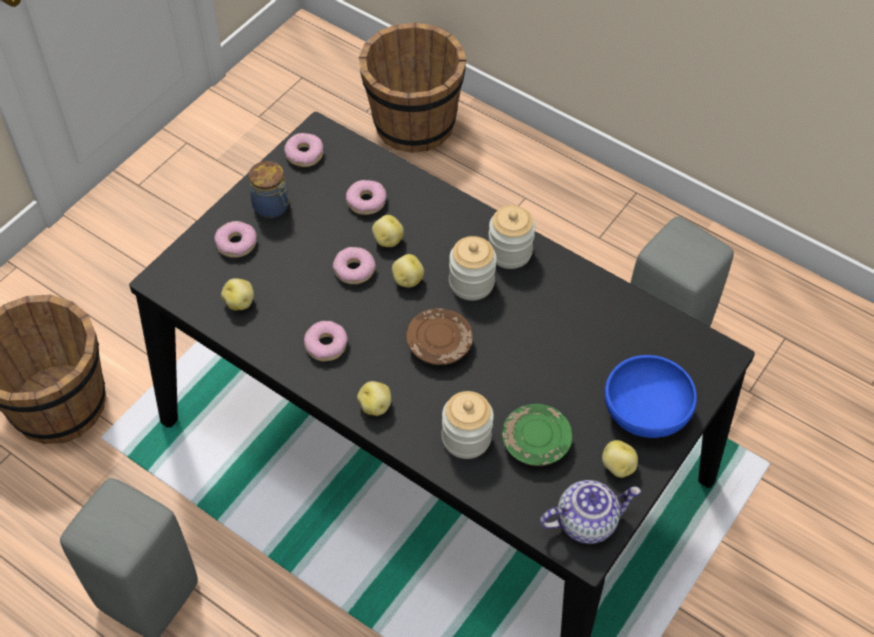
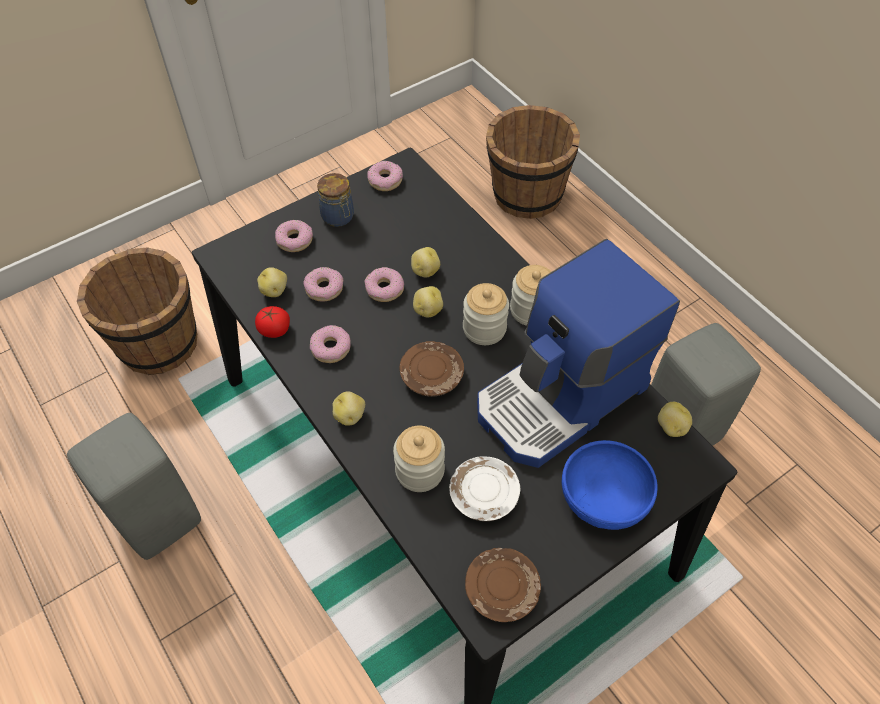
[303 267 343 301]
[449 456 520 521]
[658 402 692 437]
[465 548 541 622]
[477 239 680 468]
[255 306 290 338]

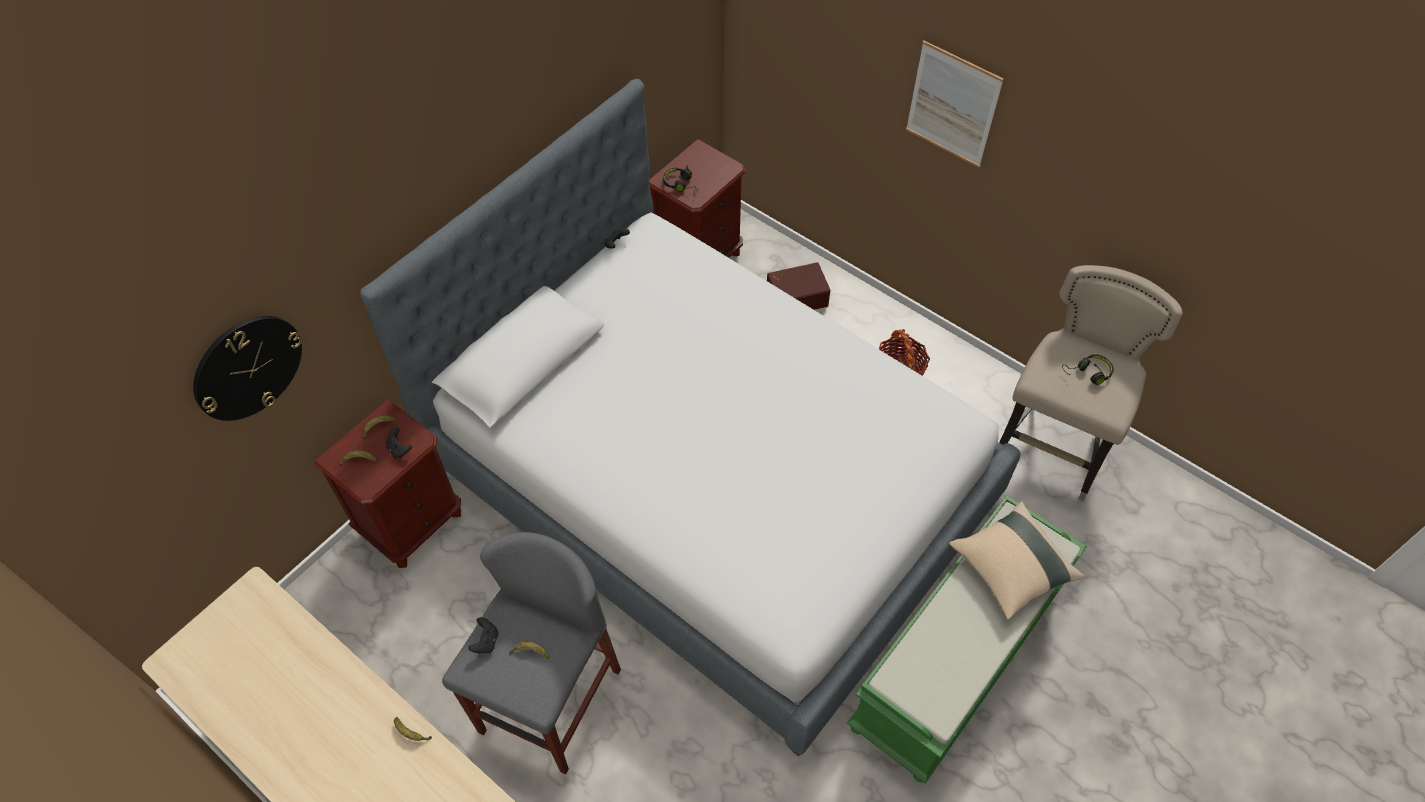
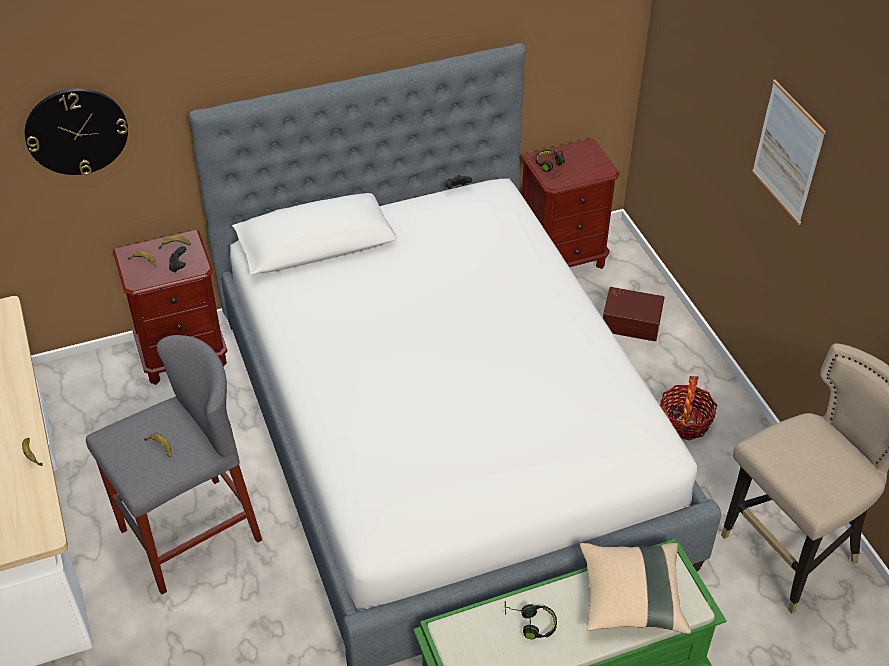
[505 601 557 639]
[468 617 498 653] (first image)

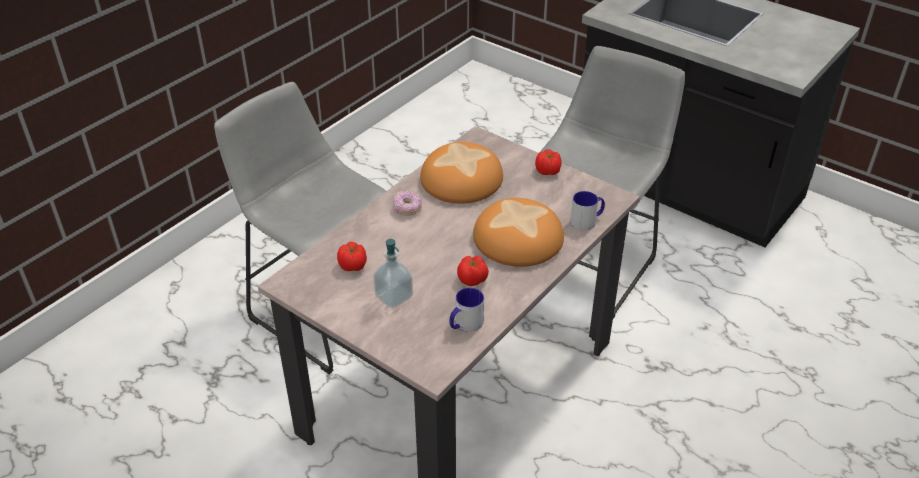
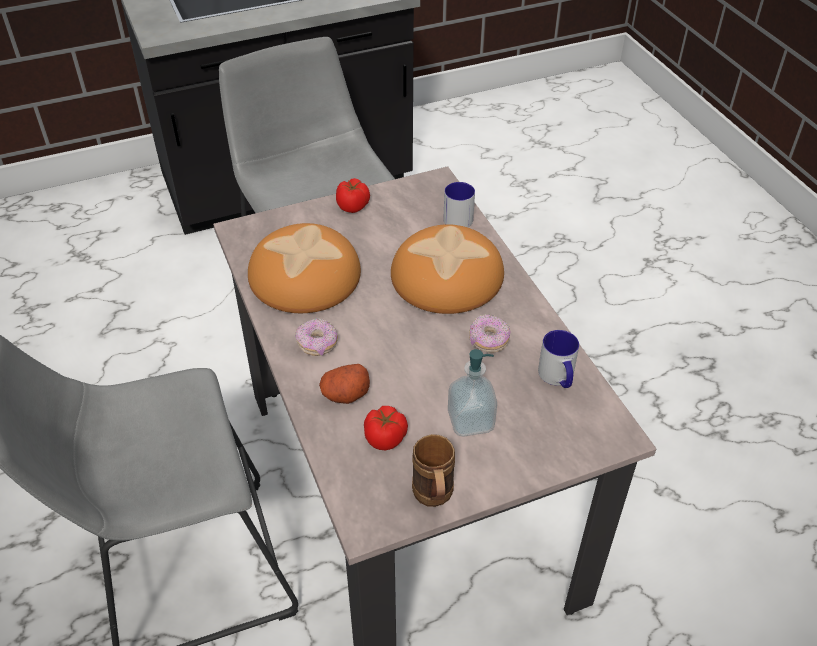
[469 314 510 353]
[319 364 370 404]
[412 434 455 507]

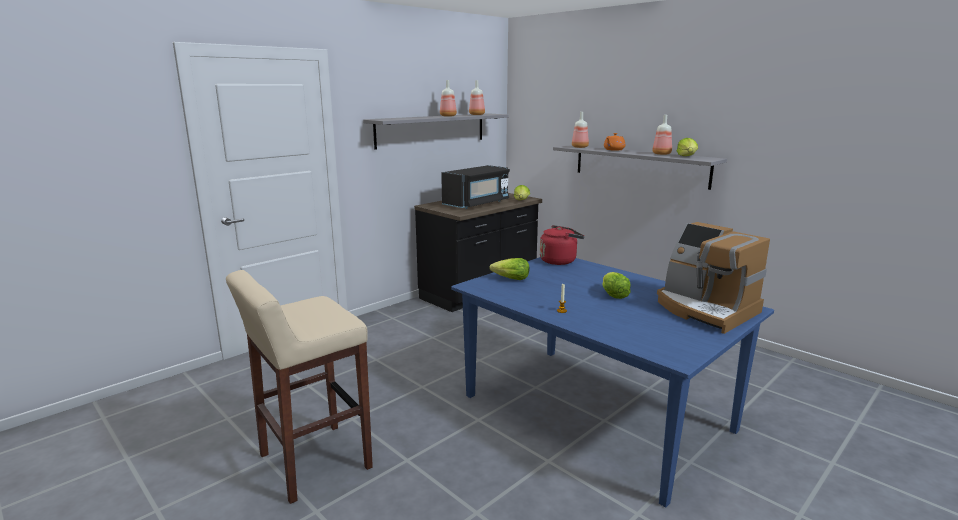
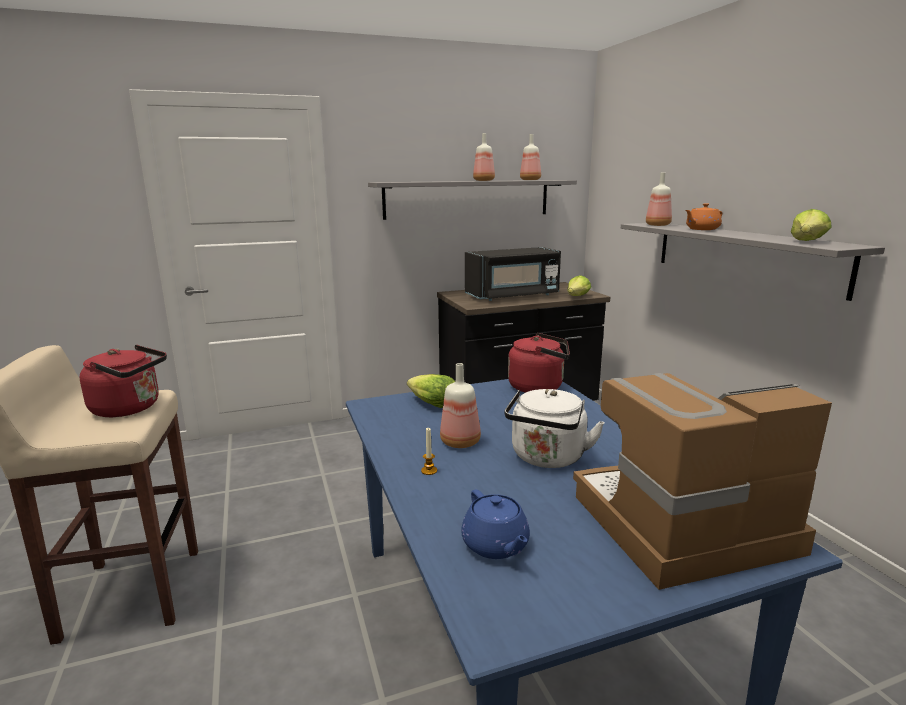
[440 363 481 448]
[573 373 832 590]
[504 389 605 468]
[80 345 167 417]
[461 490 530 559]

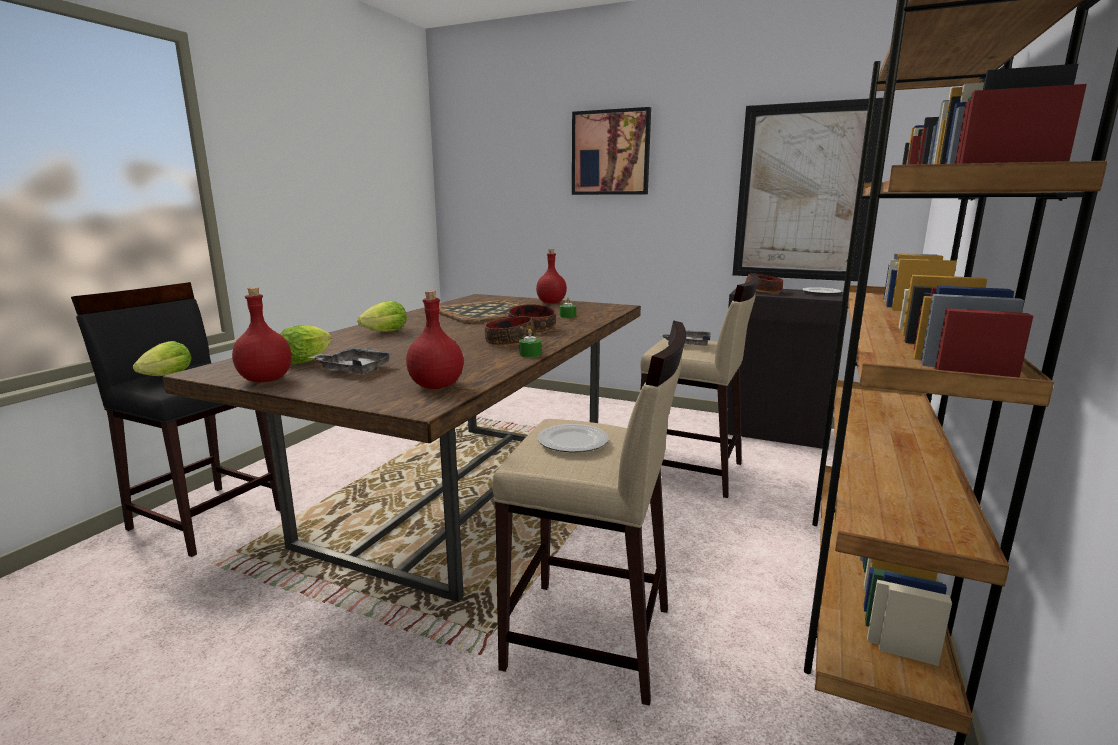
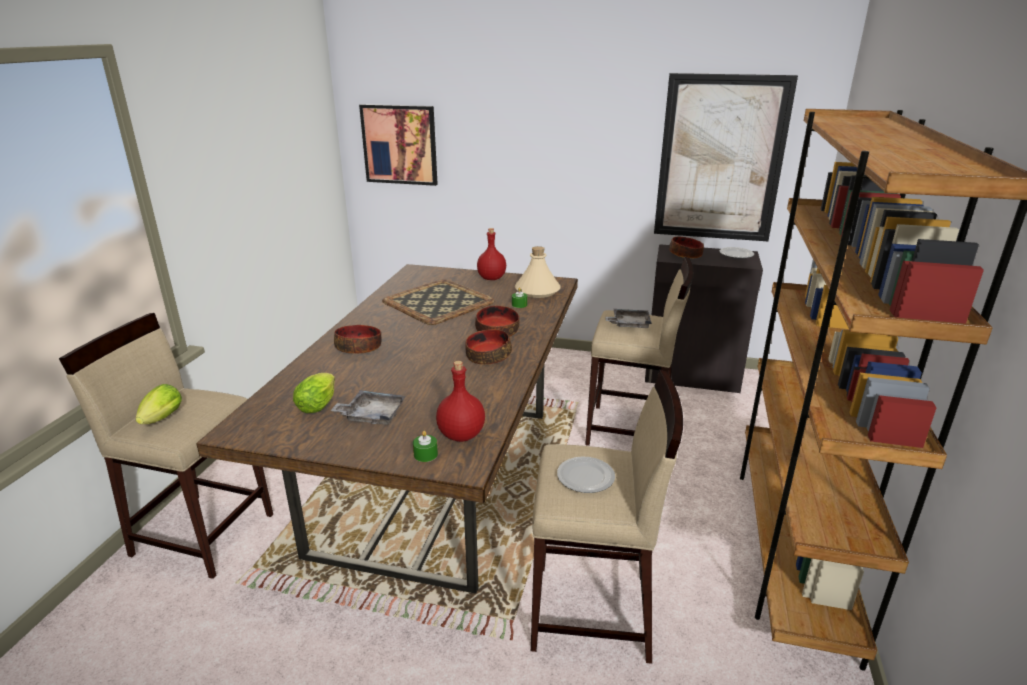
[359 104 438 186]
[59 313 273 579]
[232 287 291 382] (first image)
[334 325 381 354]
[413 431 438 462]
[515 246 560 298]

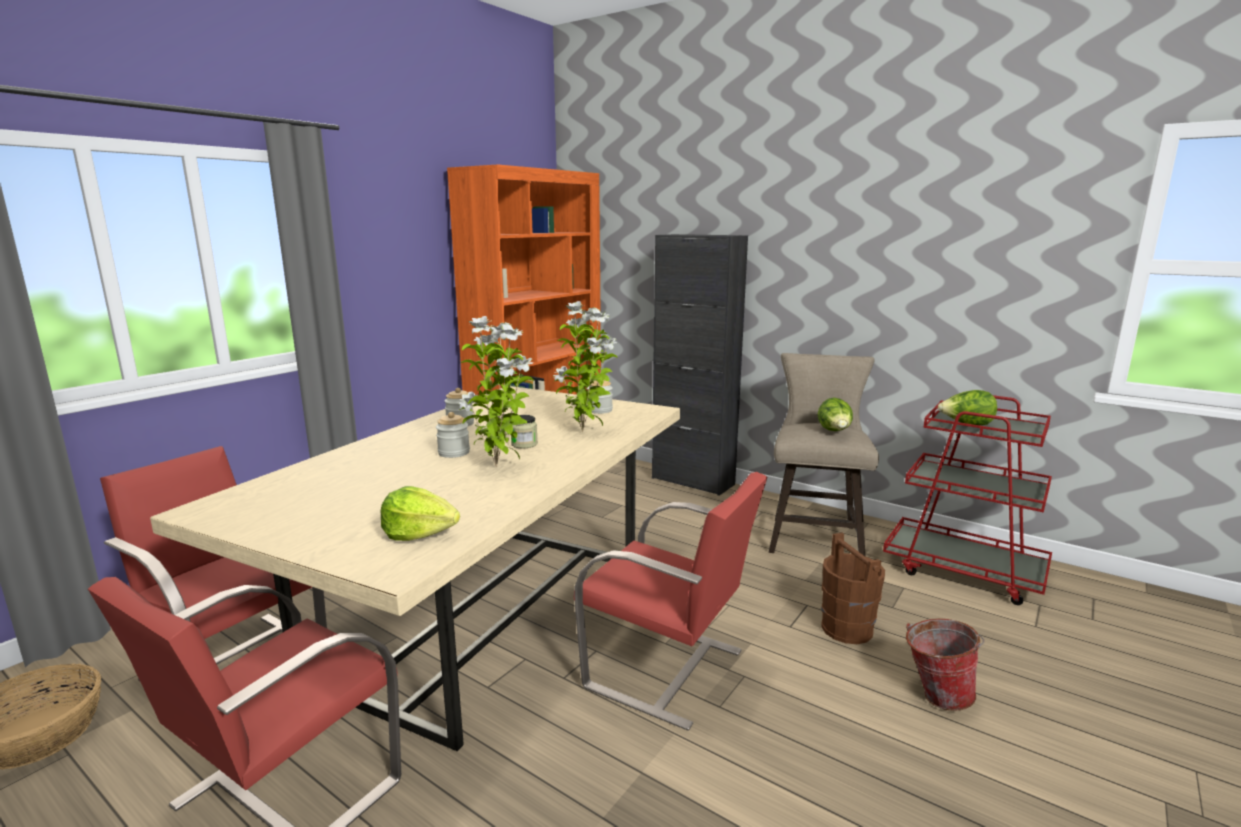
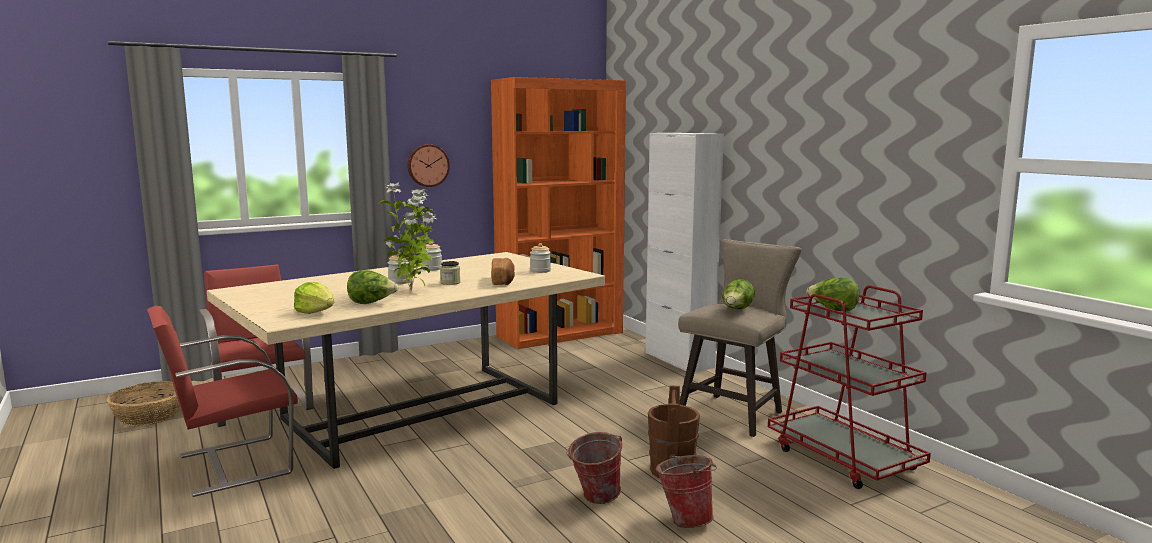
[646 133 724 372]
[491 258 515 285]
[574 472 767 731] (first image)
[407 144 450 187]
[347 270 399 304]
[566 432 622 504]

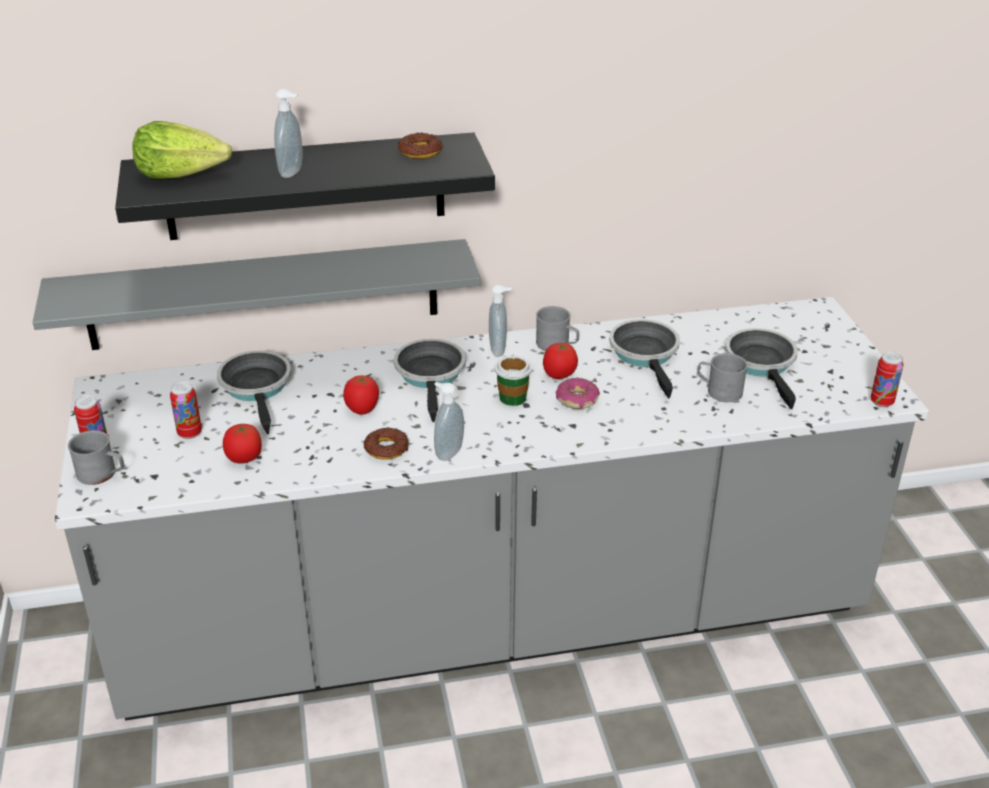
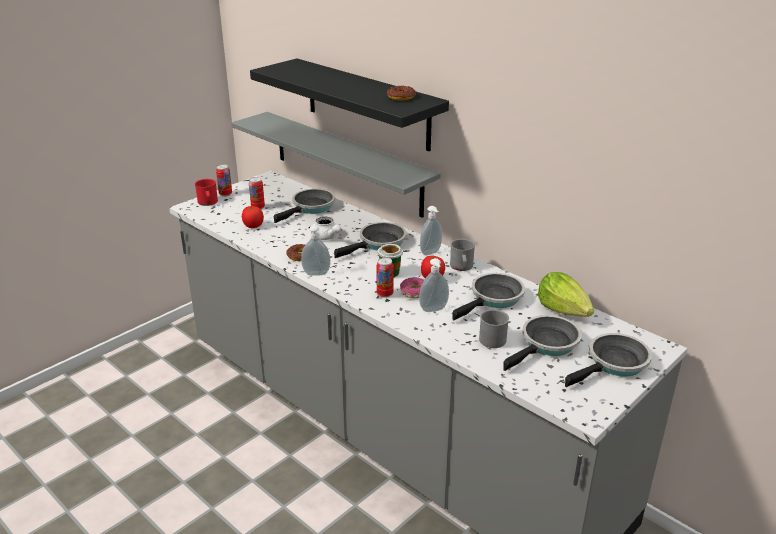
[419 258 449 312]
[537 272 594 317]
[376 257 394 298]
[308 217 341 240]
[195 179 218 206]
[565 333 652 387]

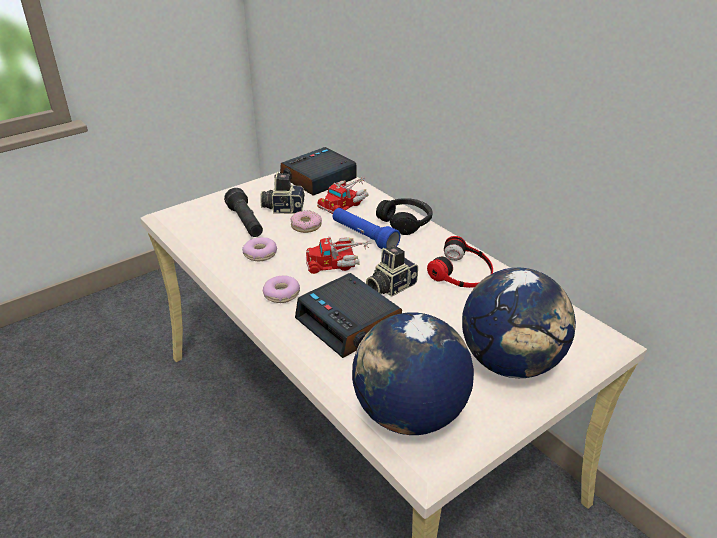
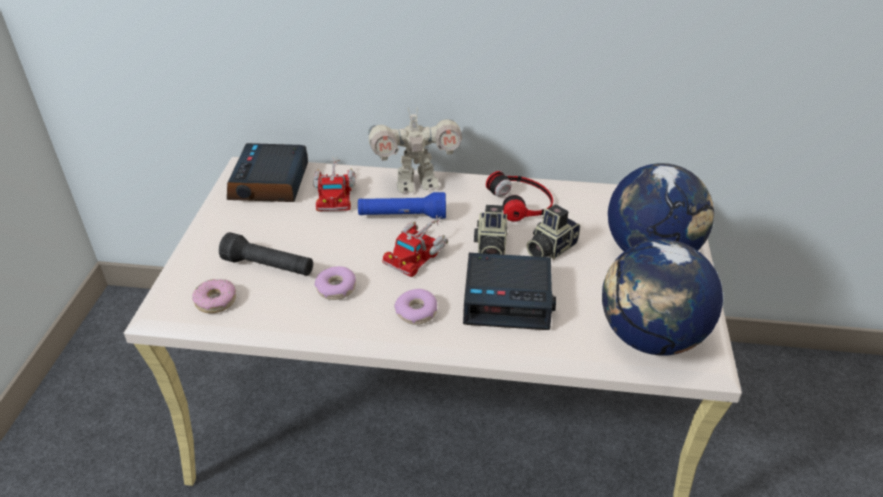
[527 205 580 259]
[368 108 462 193]
[192 279 236 313]

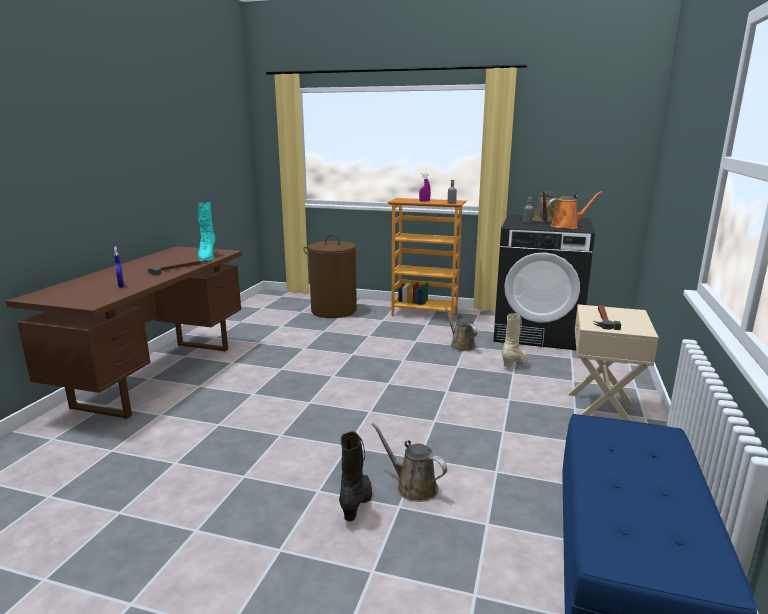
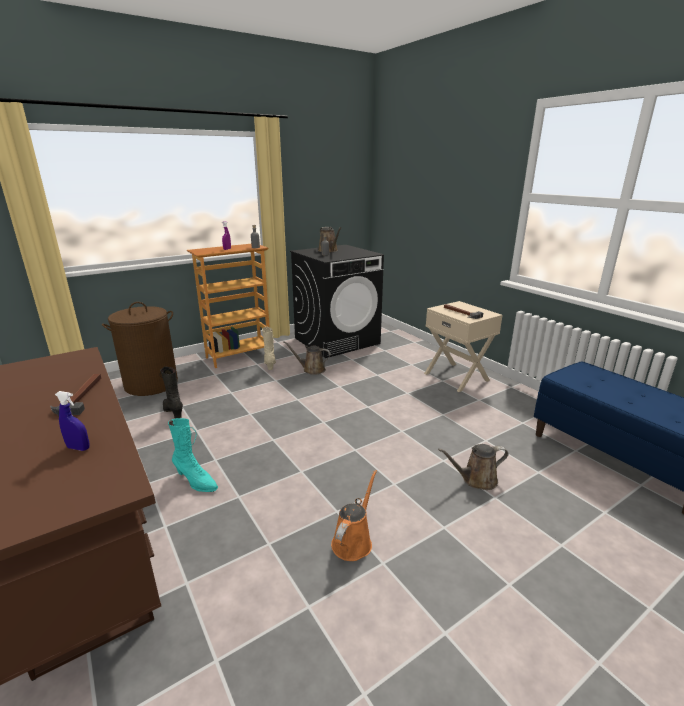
[331 470 377 561]
[168 418 218 492]
[262 327 276 370]
[160 367 183 418]

